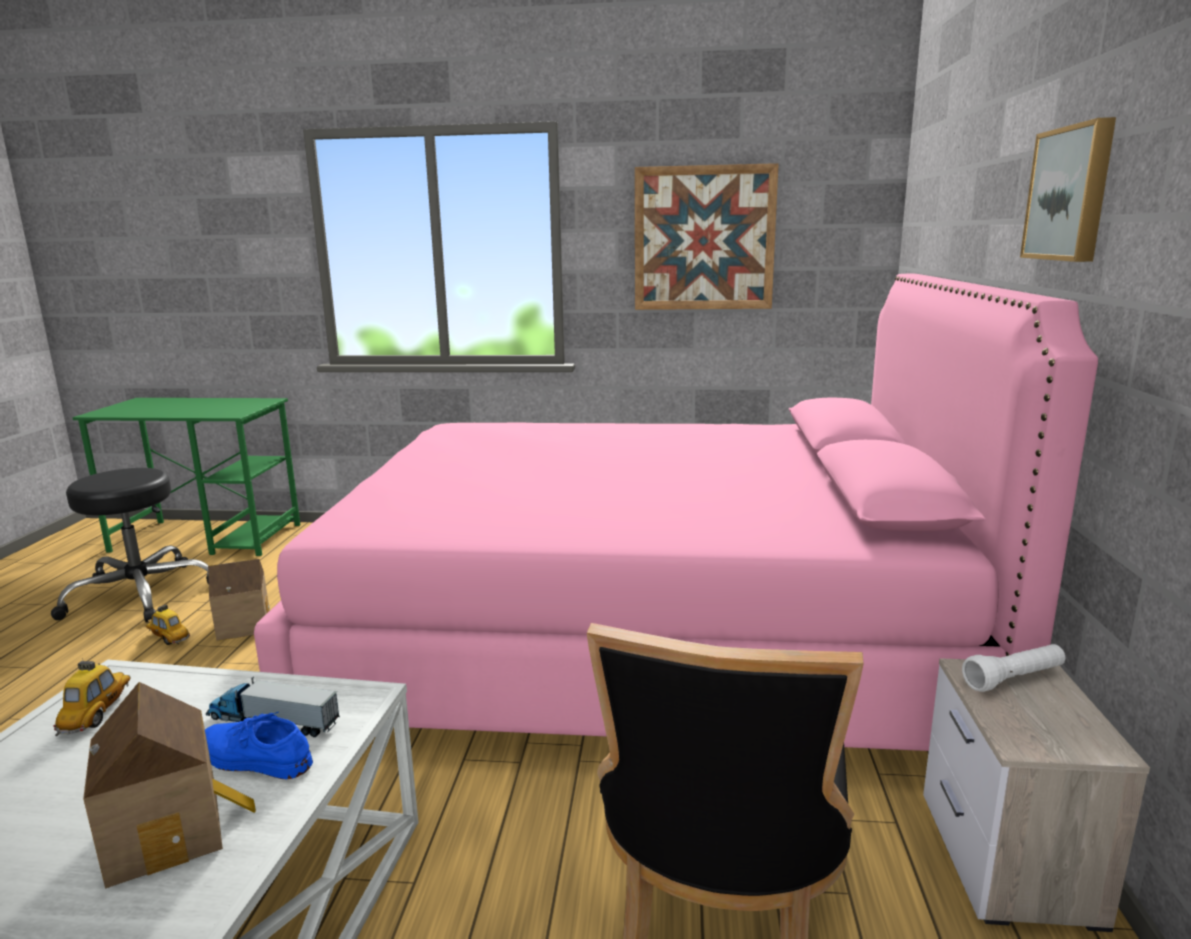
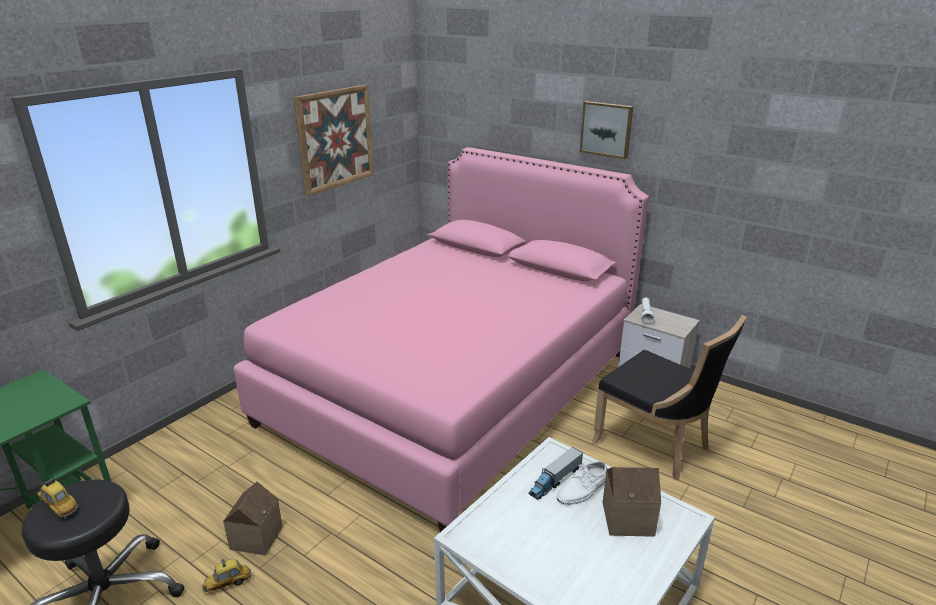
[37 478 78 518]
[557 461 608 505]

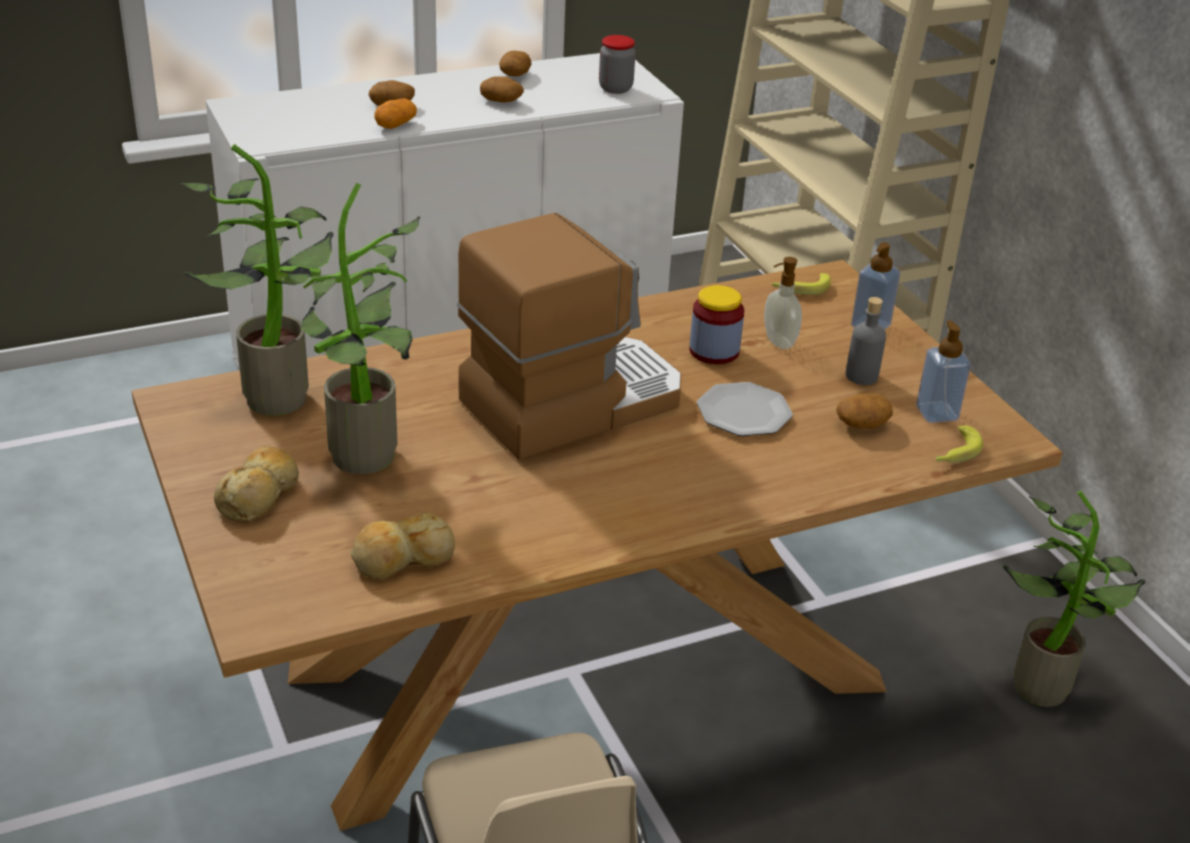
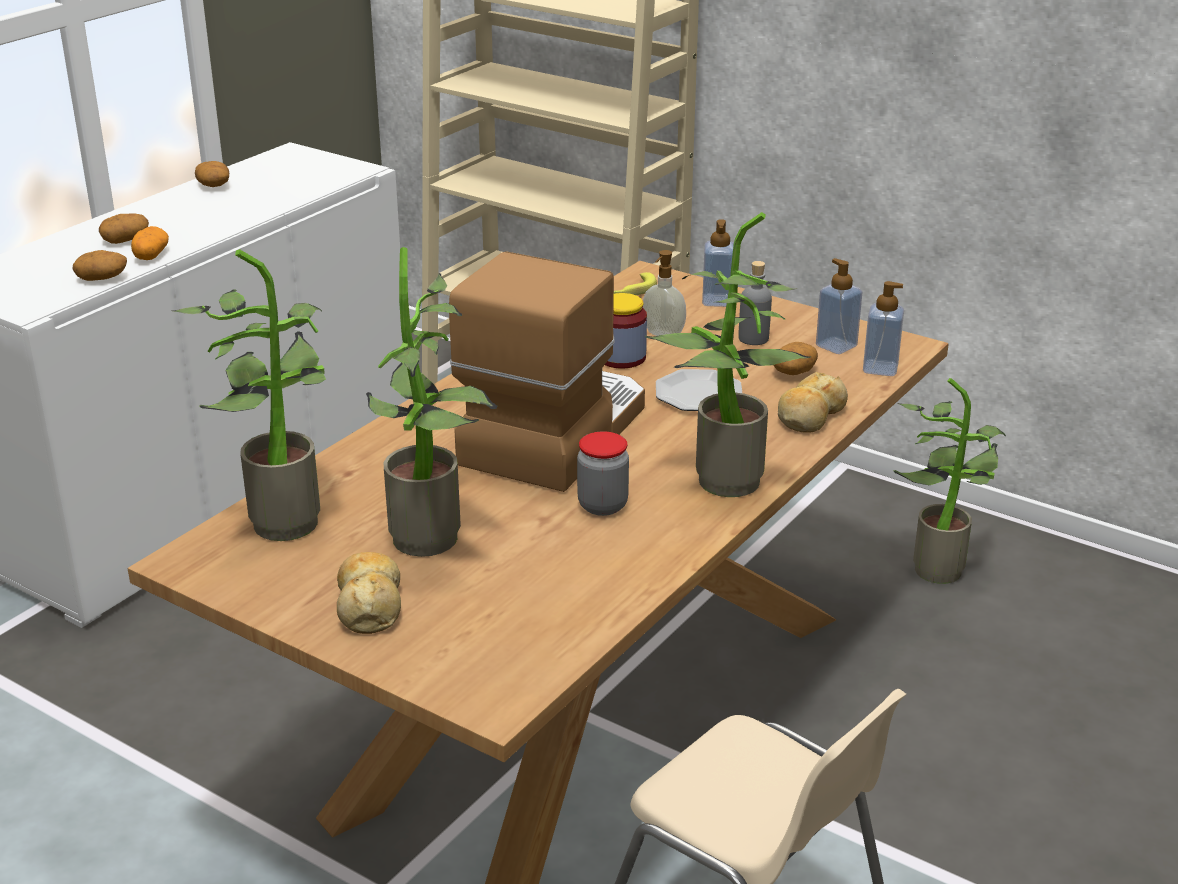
[577 431 629 516]
[73 250 127 281]
[863 281 904 376]
[778 372 848 433]
[645 212 811 497]

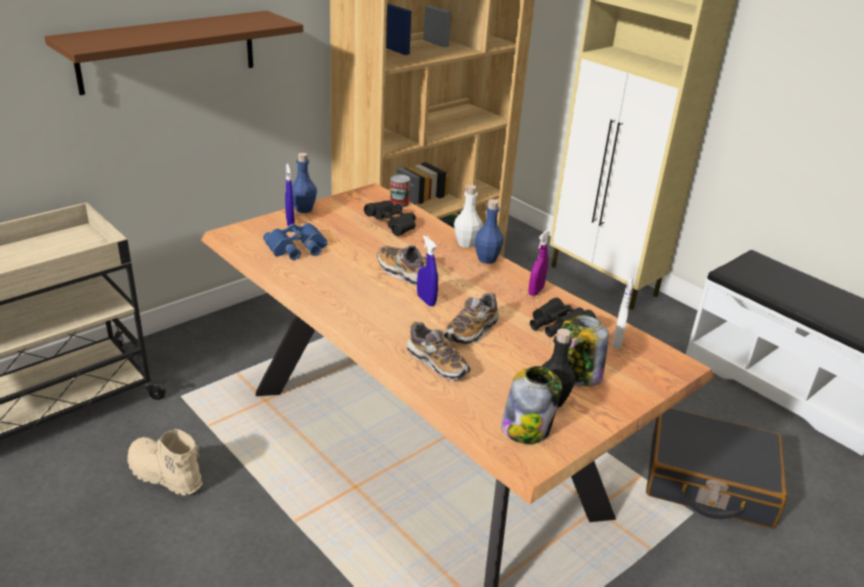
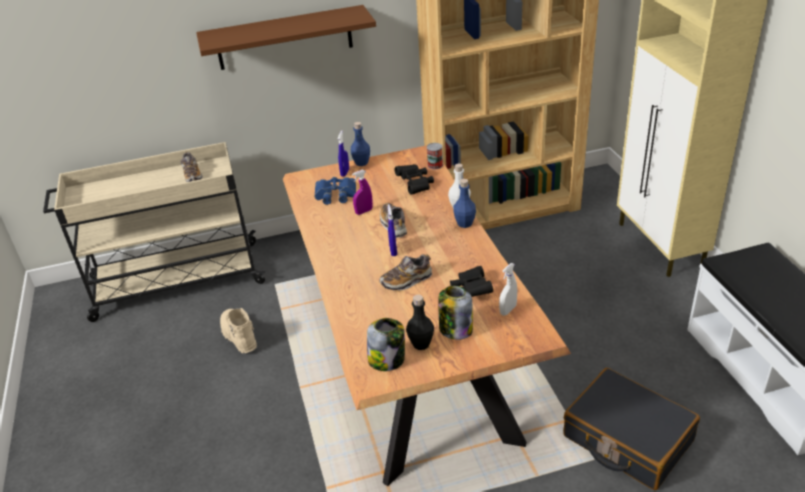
[352 170 373 215]
[181 152 203 182]

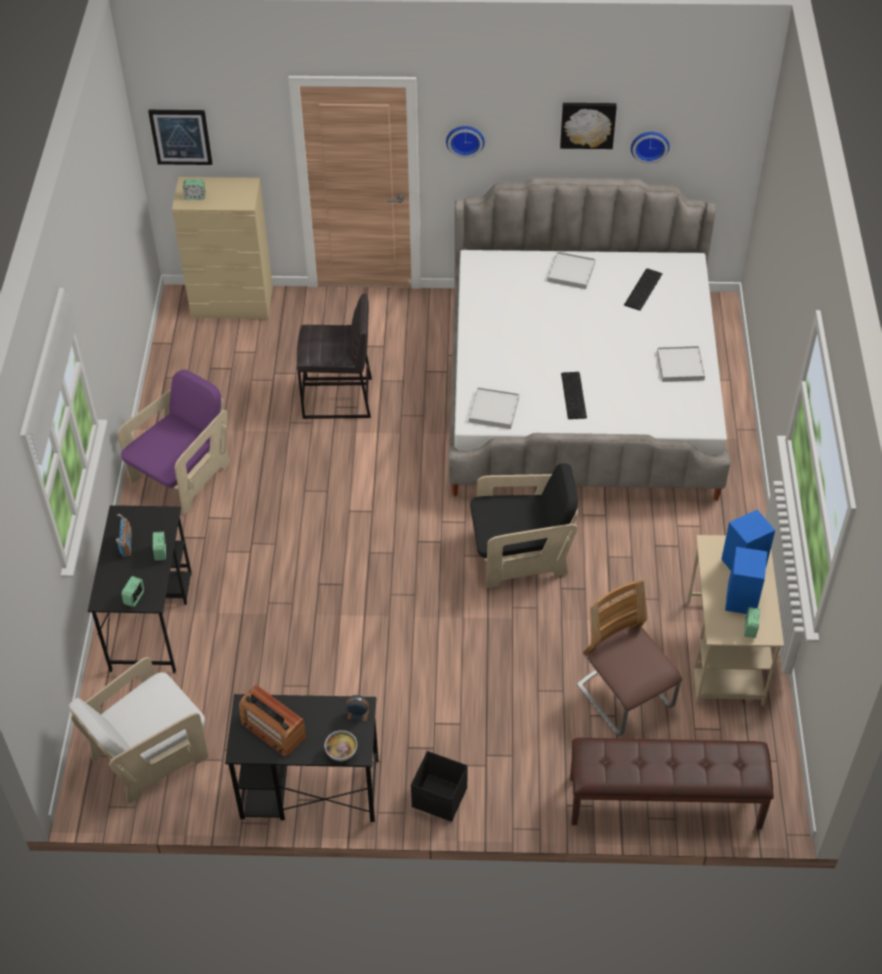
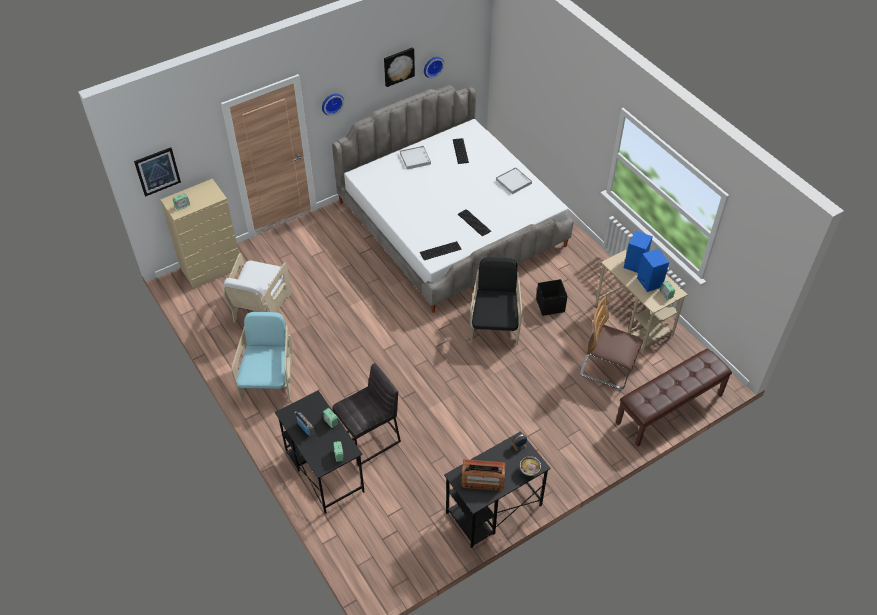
[333 363 401 466]
[231 312 293 402]
[420 241 461 260]
[470 257 522 345]
[224 253 291 323]
[536 279 567 316]

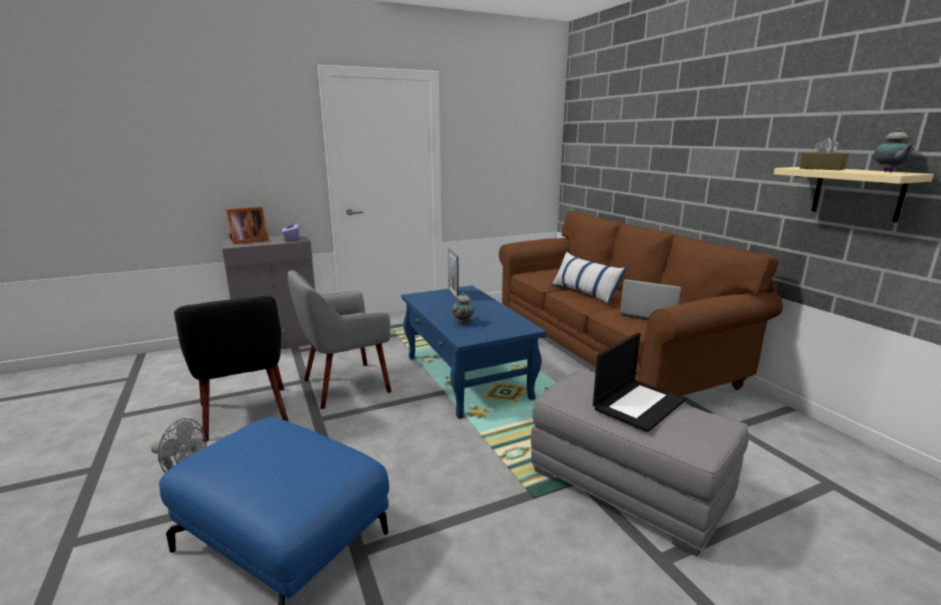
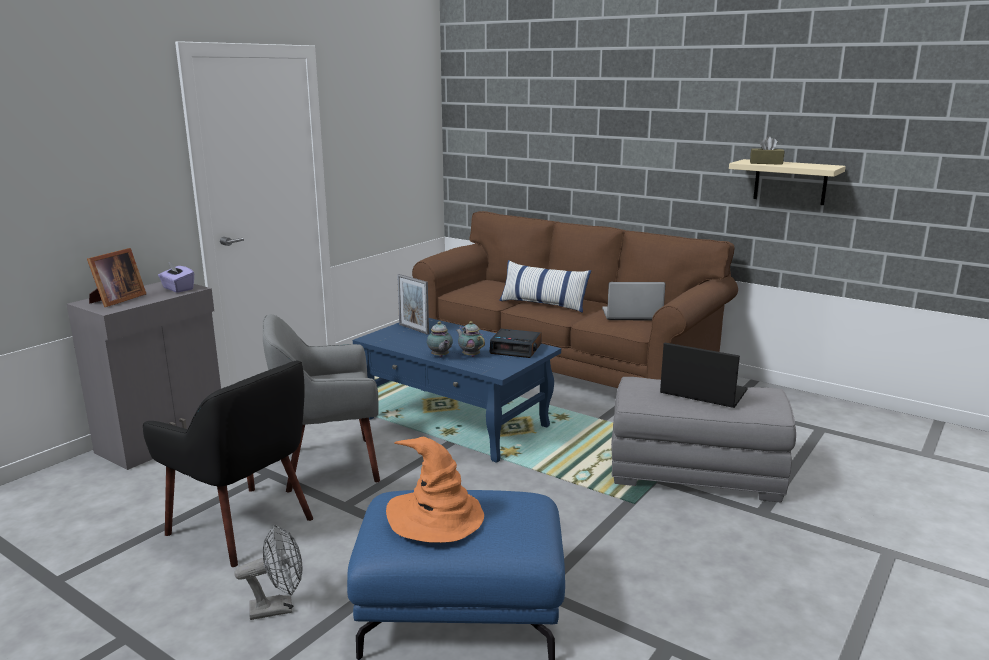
[427 321 453 357]
[262 314 380 492]
[660 343 747 408]
[489 329 542 358]
[386 437 484 543]

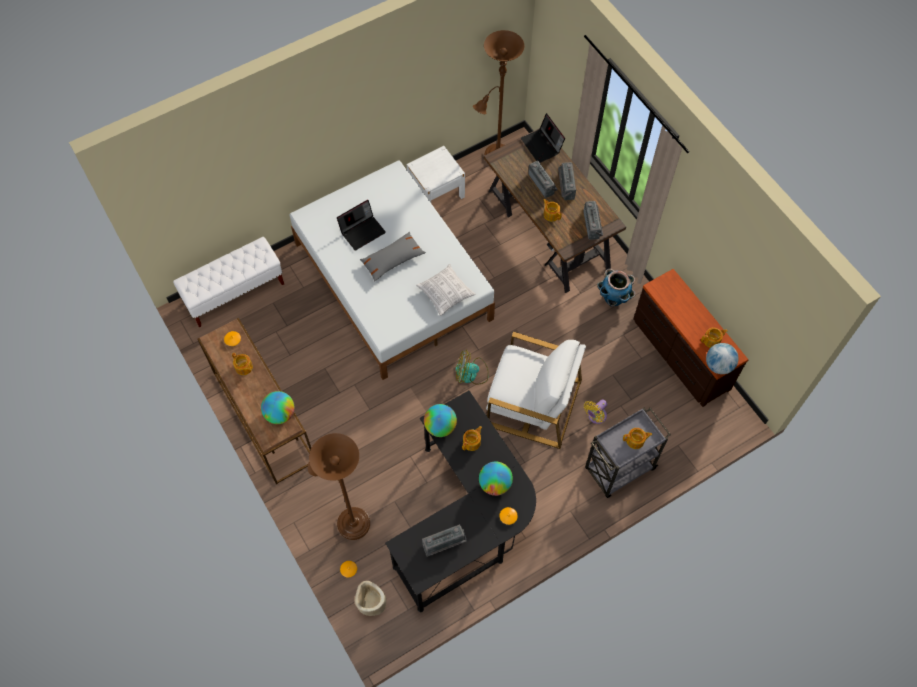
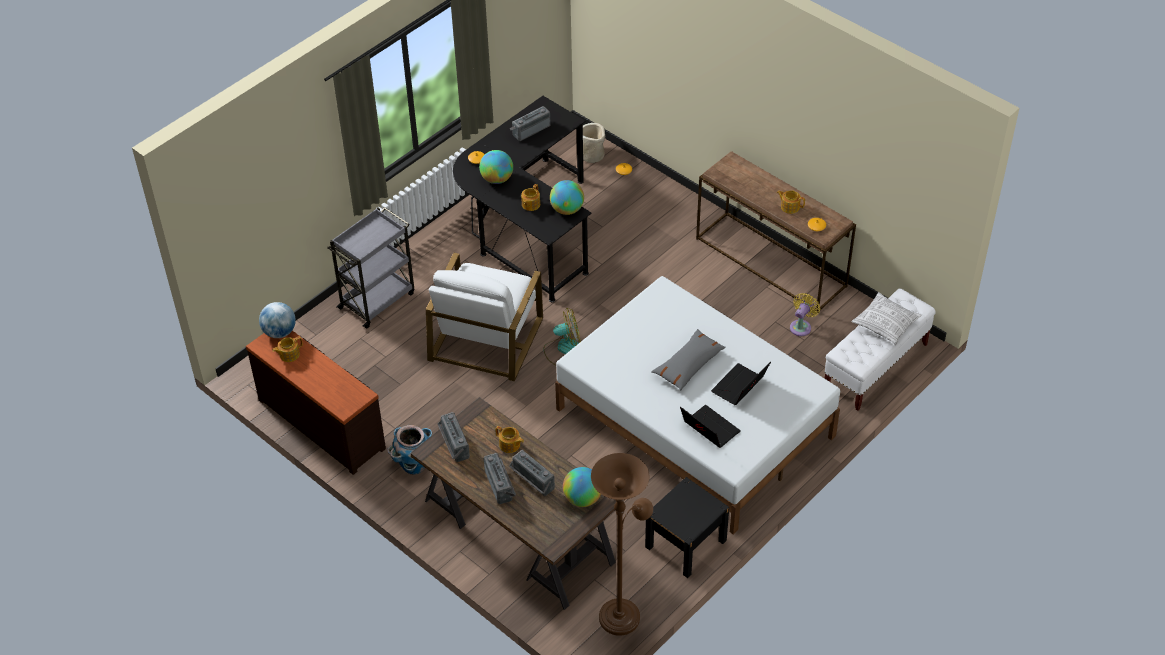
[680 405 741 448]
[645 477 729 578]
[851 292 922 345]
[426 253 543 381]
[563 467 601 507]
[790 293 820 336]
[623 428 652 449] (first image)
[307 433 370 540] (first image)

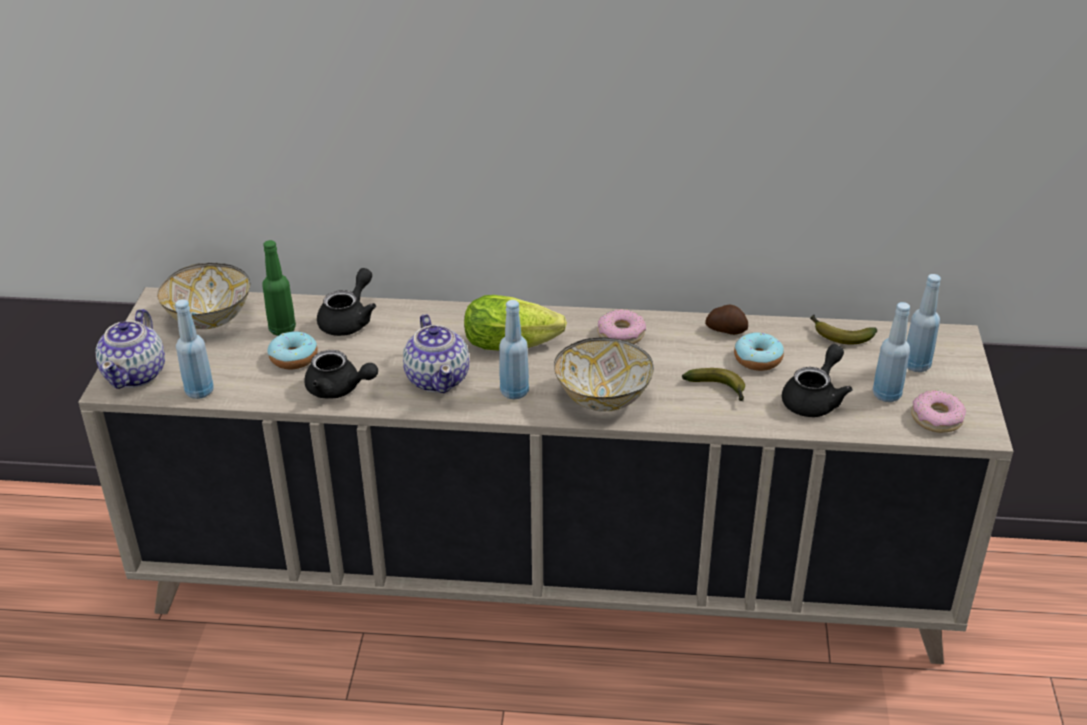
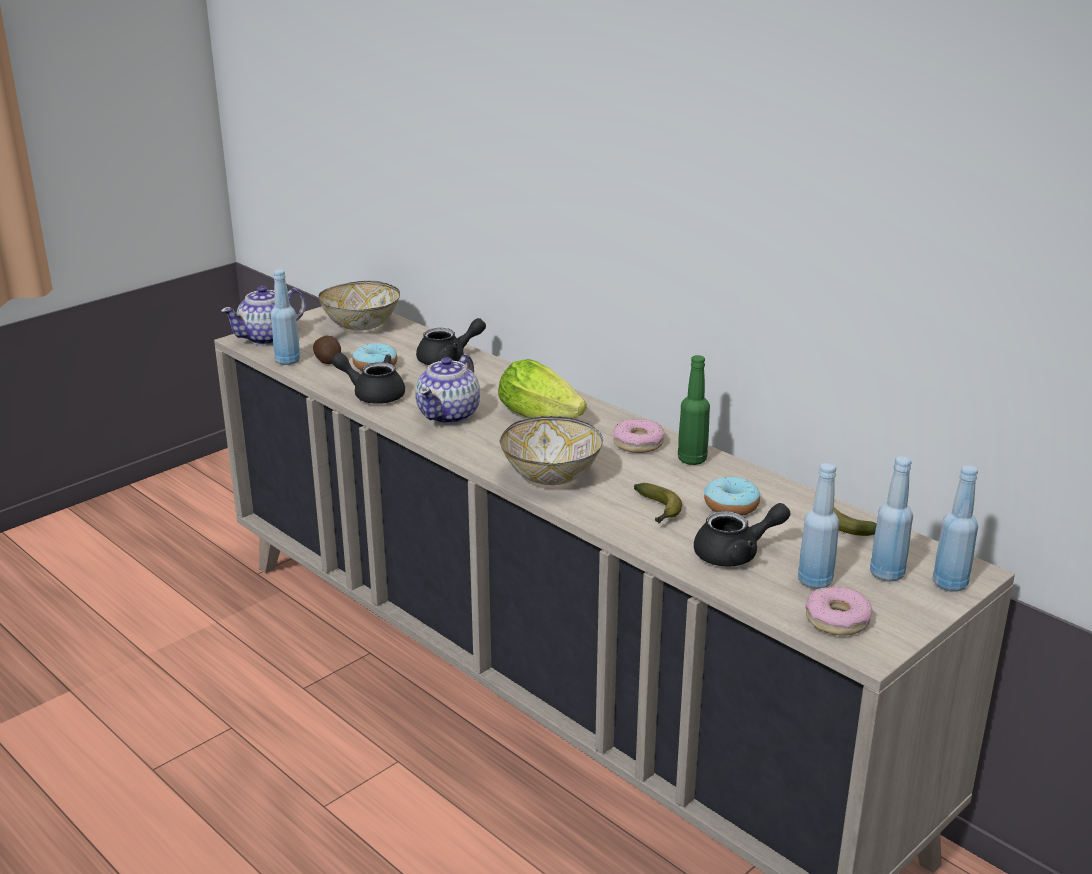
[678 355 710 465]
[933 465 978 592]
[313 336 341 364]
[331 352 405 404]

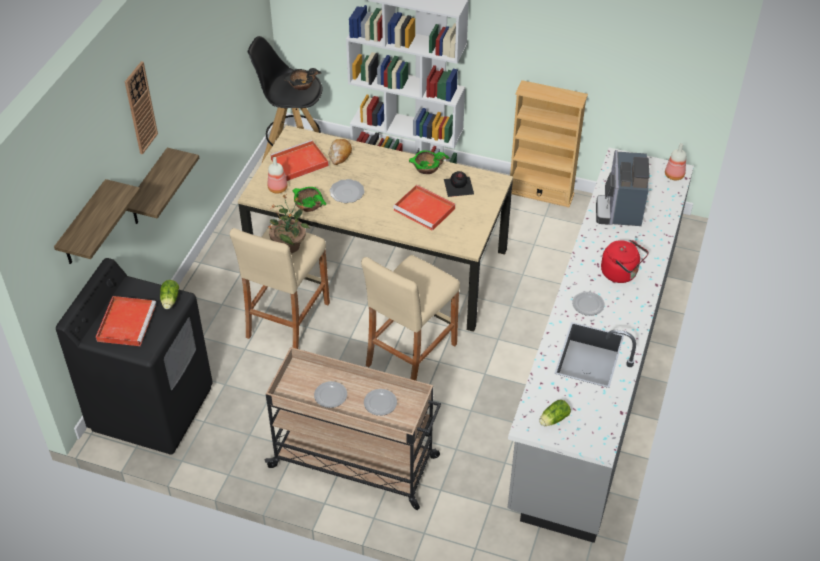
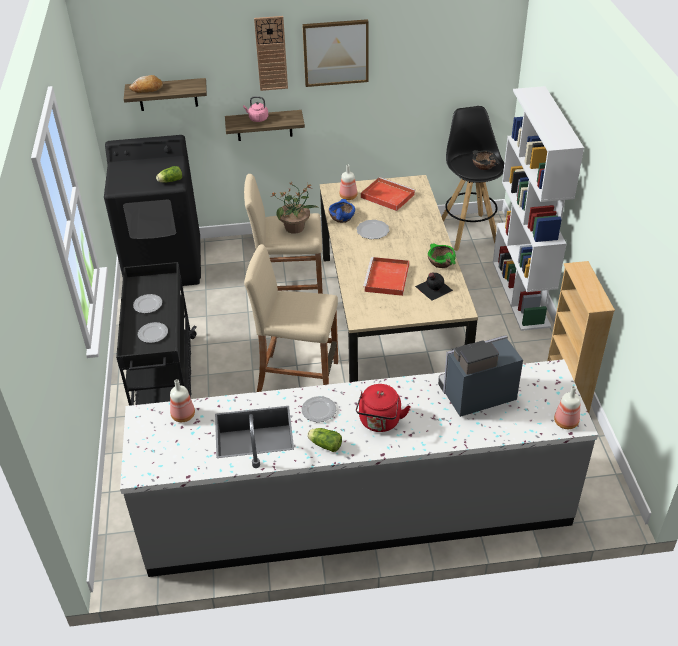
[129 75 163 93]
[328 199 355 223]
[96 296 156 346] (first image)
[116 262 197 406]
[307 428 342 452]
[302 19 369 87]
[243 96 268 122]
[170 379 195 422]

